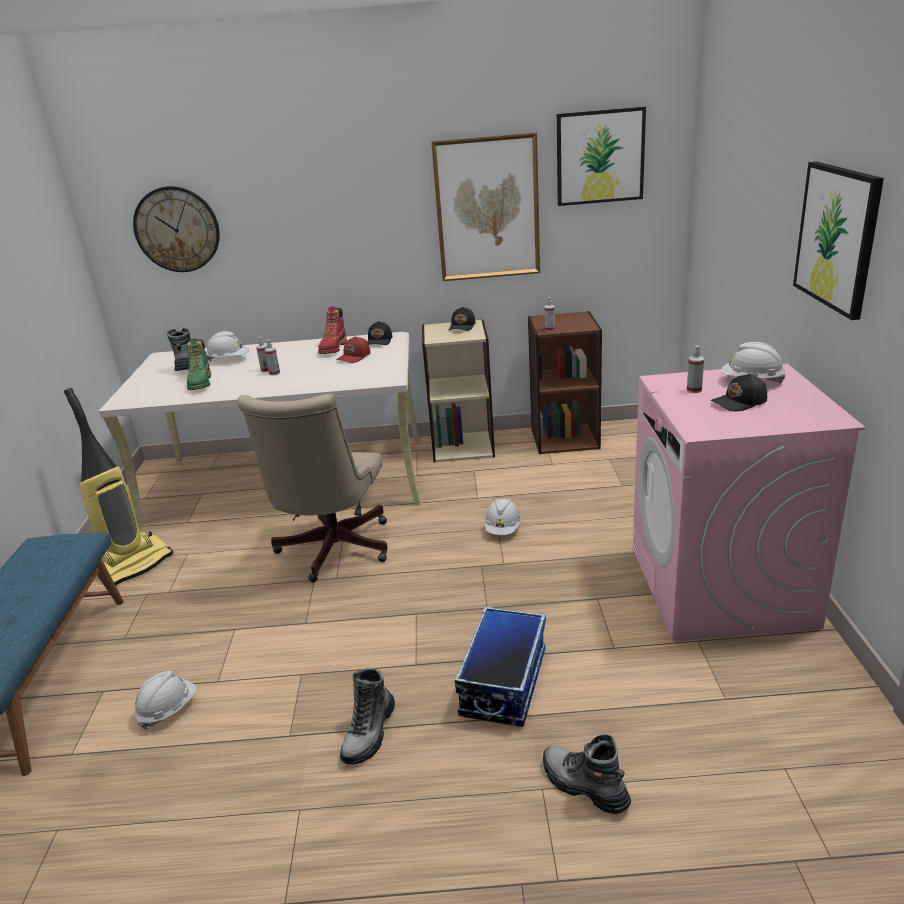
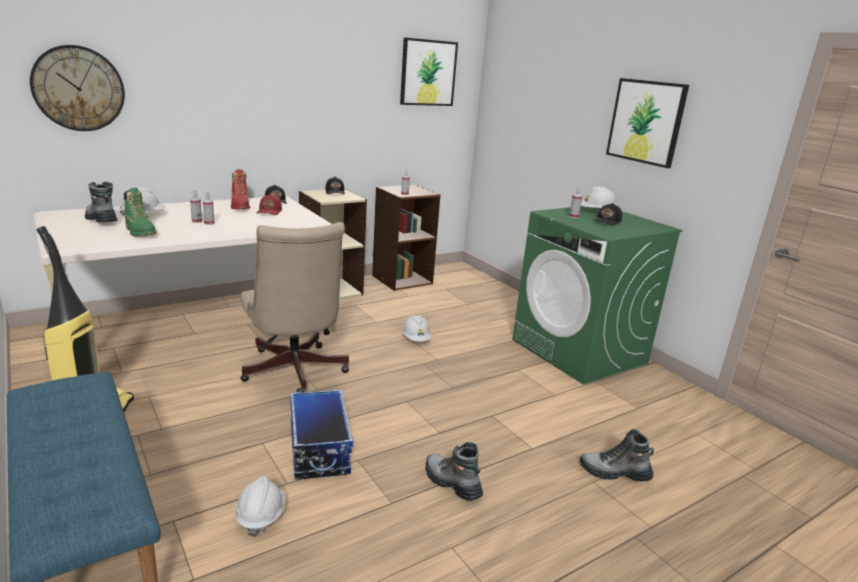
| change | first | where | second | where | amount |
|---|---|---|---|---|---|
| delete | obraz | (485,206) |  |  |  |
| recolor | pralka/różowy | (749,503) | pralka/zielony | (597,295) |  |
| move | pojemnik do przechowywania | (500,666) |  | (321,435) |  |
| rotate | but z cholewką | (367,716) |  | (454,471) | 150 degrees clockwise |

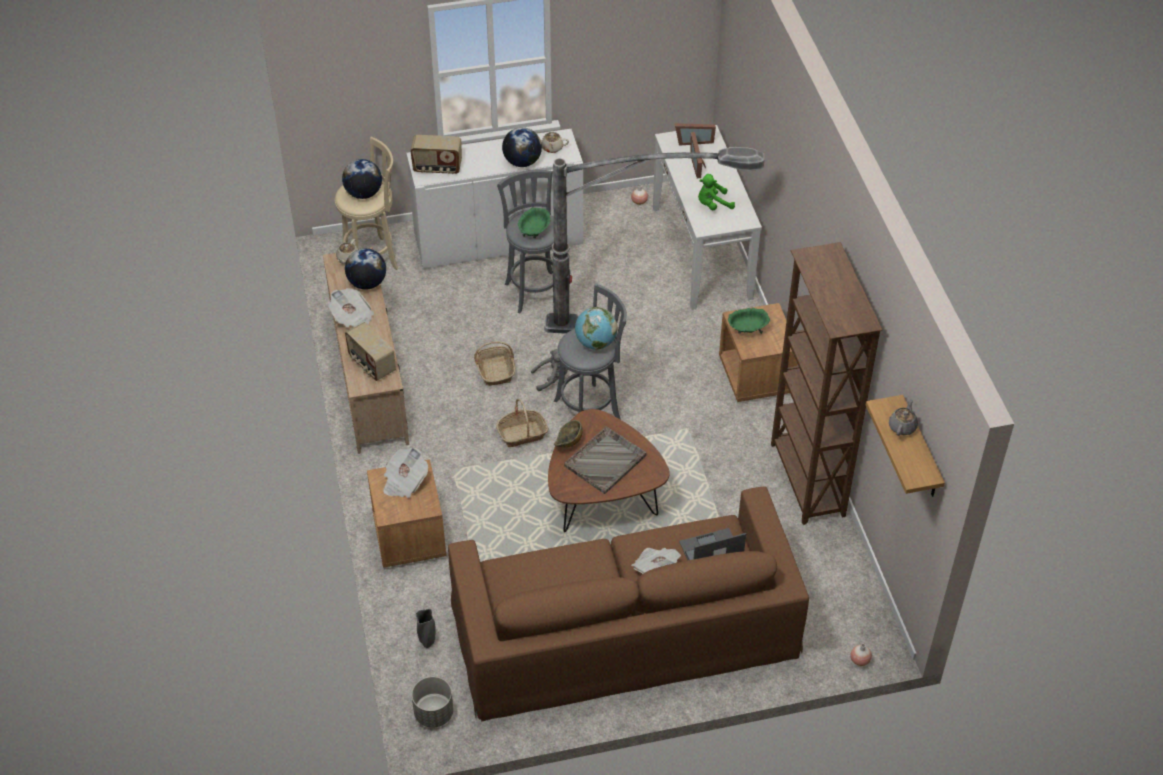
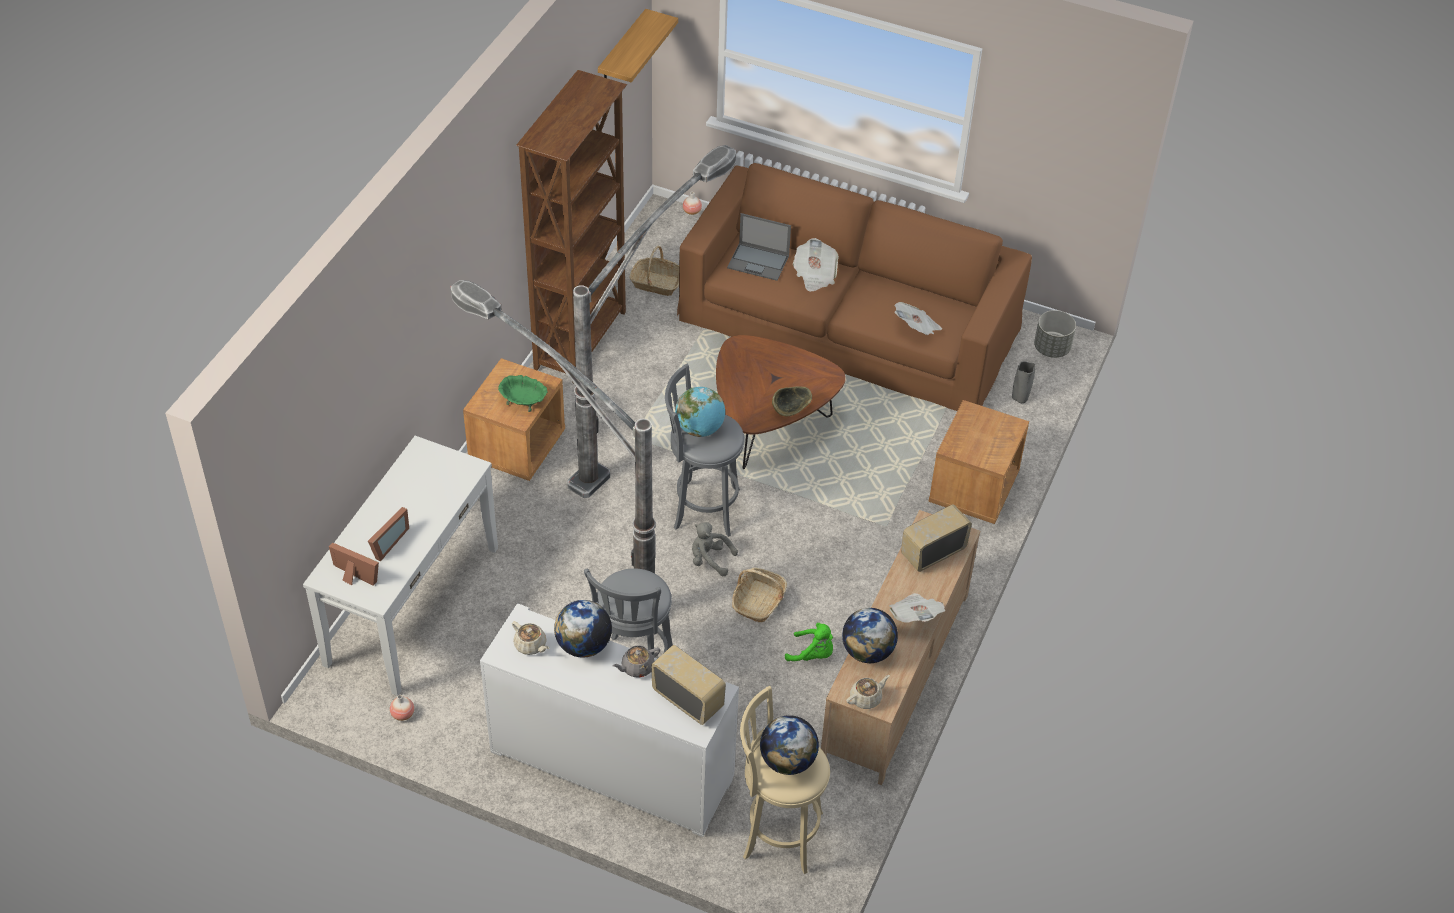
| change | first | where | second | where | amount |
|---|---|---|---|---|---|
| move | pluszak/zielony | (716,192) |  | (809,642) |  |
| delete | miska/zielony | (534,222) |  |  |  |
| rotate | radio | (370,351) |  | (936,538) | 120 degrees counterclockwise |
| move | koszyk | (522,422) |  | (654,271) |  |
| move | imbryk/szary | (903,417) |  | (636,661) |  |
| delete | taca/szary | (605,460) |  |  |  |
| move | gazeta | (405,473) |  | (918,318) |  |
| insert |  |  | lampa stojąca | (651,321) |  |

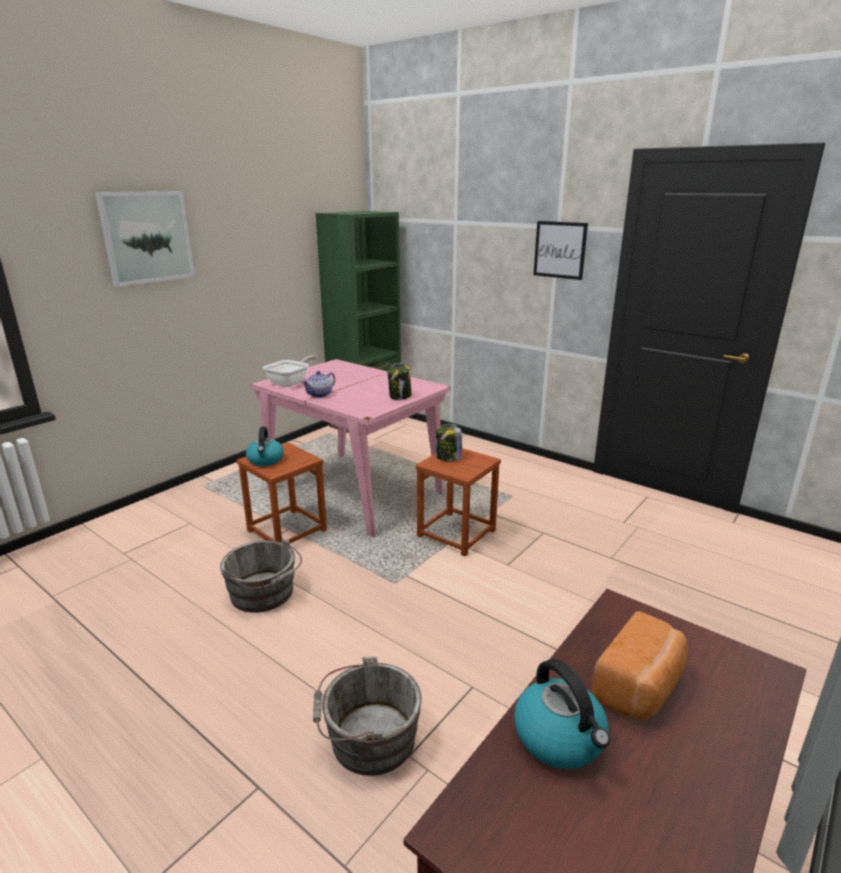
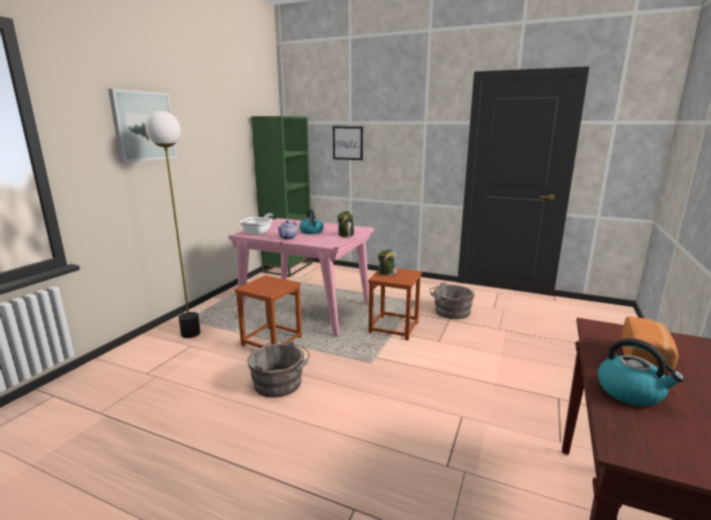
| change | first | where | second | where | amount |
|---|---|---|---|---|---|
| move | obraz | (560,250) |  | (348,143) |  |
| move | czajnik | (265,446) |  | (311,221) |  |
| move | wiadro/szary | (367,716) |  | (452,300) |  |
| insert |  |  | lampa stojąca | (173,224) |  |

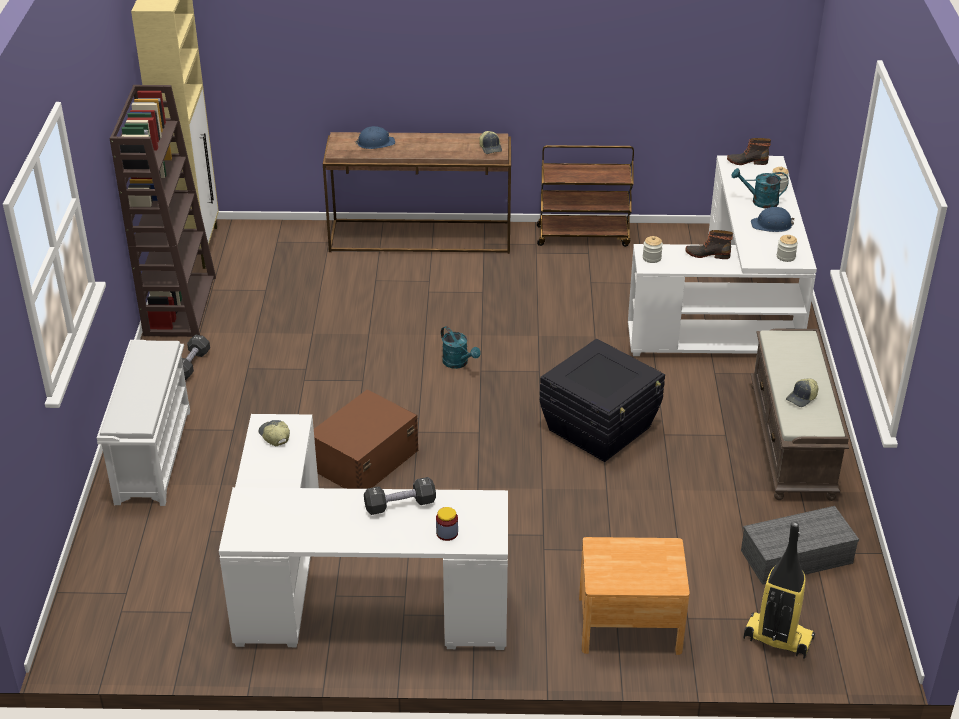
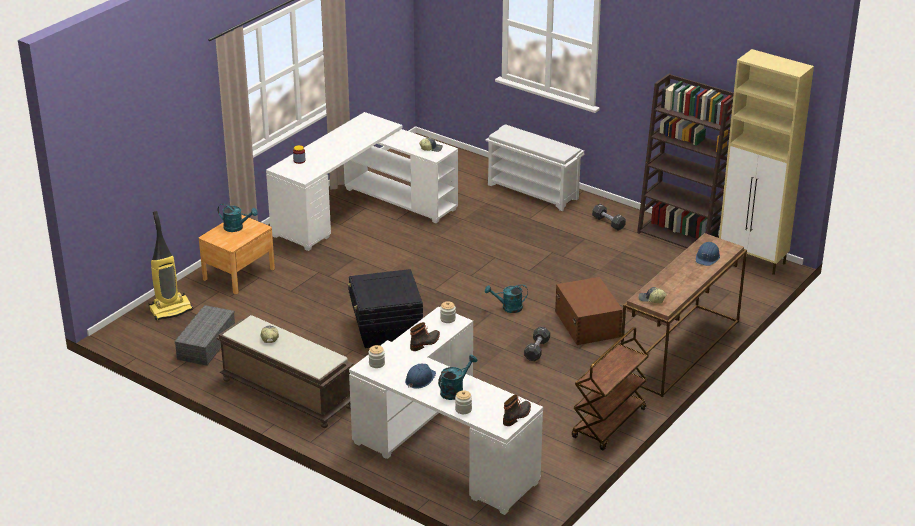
| change | first | where | second | where | amount |
|---|---|---|---|---|---|
| move | pojemnik do przechowywania/brązowy | (366,439) |  | (589,311) |  |
| move | hantel/czarny | (400,496) |  | (537,344) |  |
| insert |  |  | konewka/turkusowy | (238,217) |  |

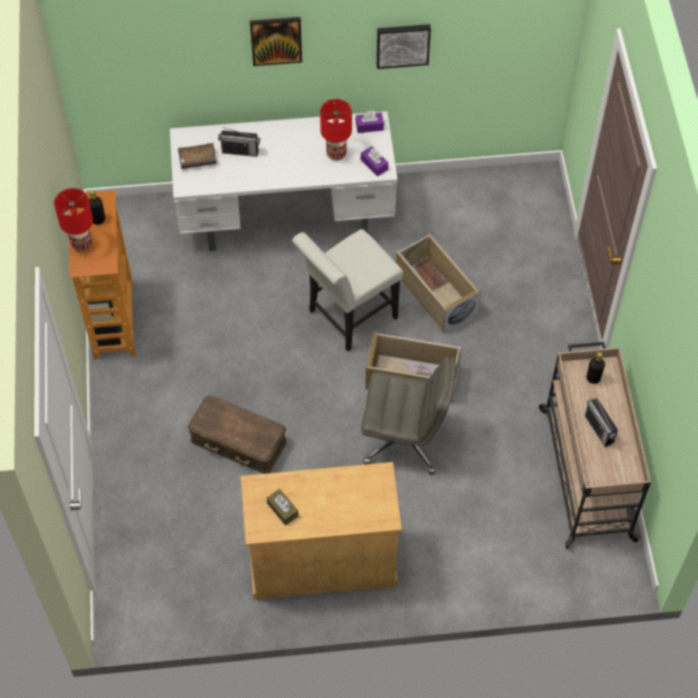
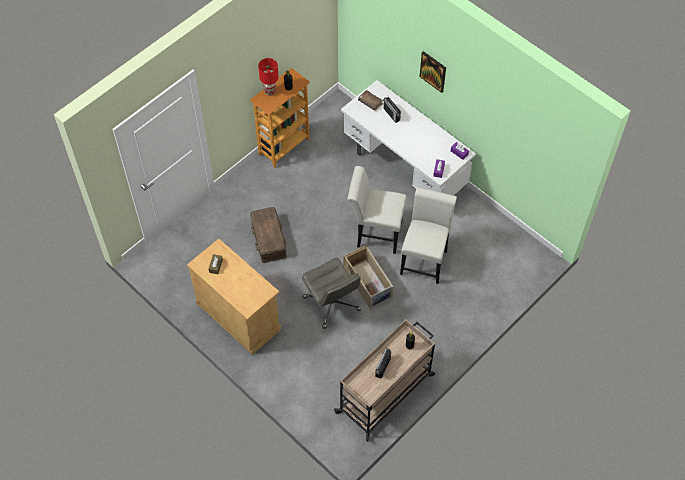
| change | first | where | second | where | amount |
|---|---|---|---|---|---|
| delete | obraz | (404,46) |  |  |  |
| delete | lampa stołowa/czerwony | (336,130) |  |  |  |
| replace | pojemnik do przechowywania/beżowy | (438,283) | krzesło/biały | (428,235) |  |

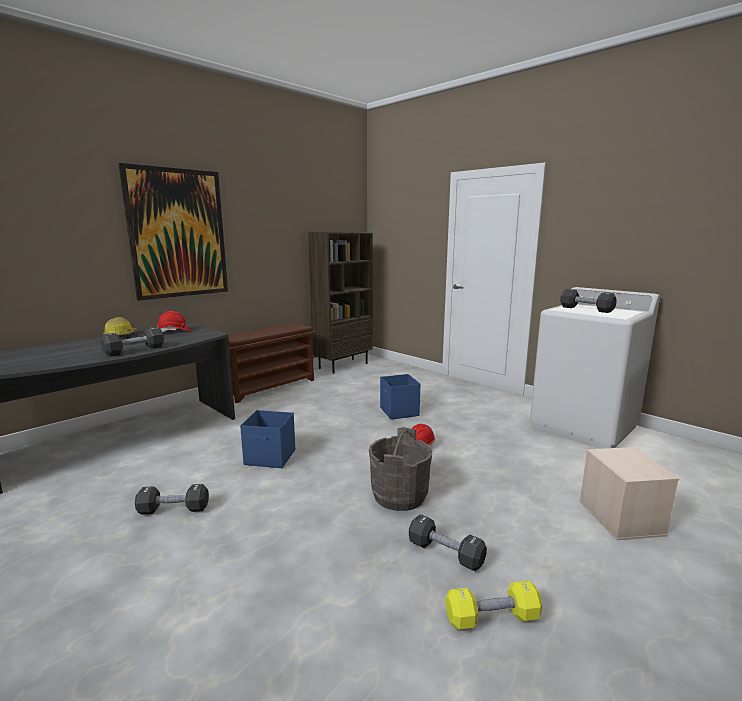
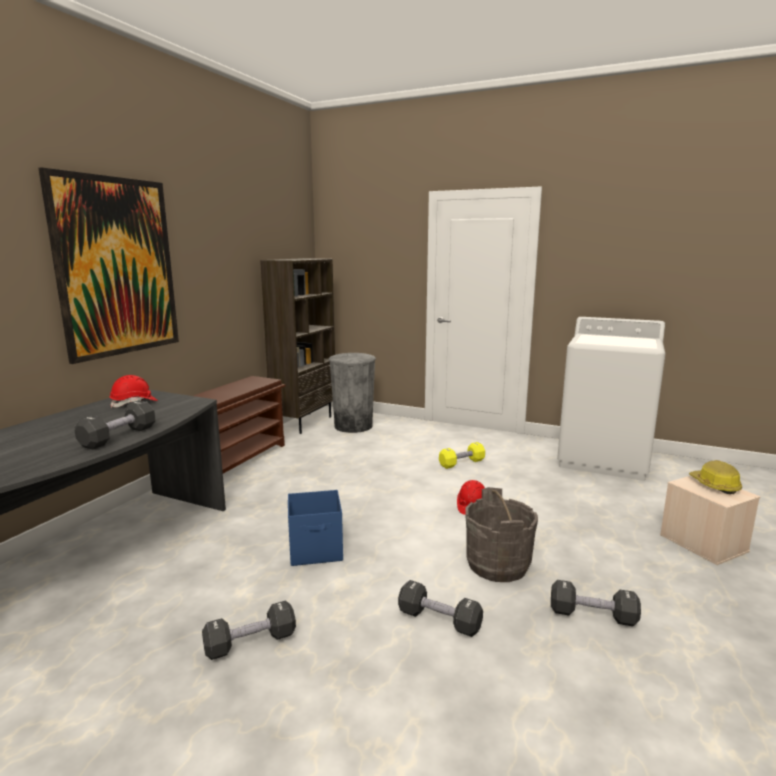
| change | first | where | second | where | amount |
|---|---|---|---|---|---|
| move | hantel/czarny | (588,301) |  | (440,608) |  |
| move | kask | (119,327) |  | (715,477) |  |
| delete | pojemnik do przechowywania/niebieski | (400,397) |  |  |  |
| move | hantel/żółty | (494,604) |  | (462,455) |  |
| insert |  |  | kosz na śmieci/szary | (352,393) |  |

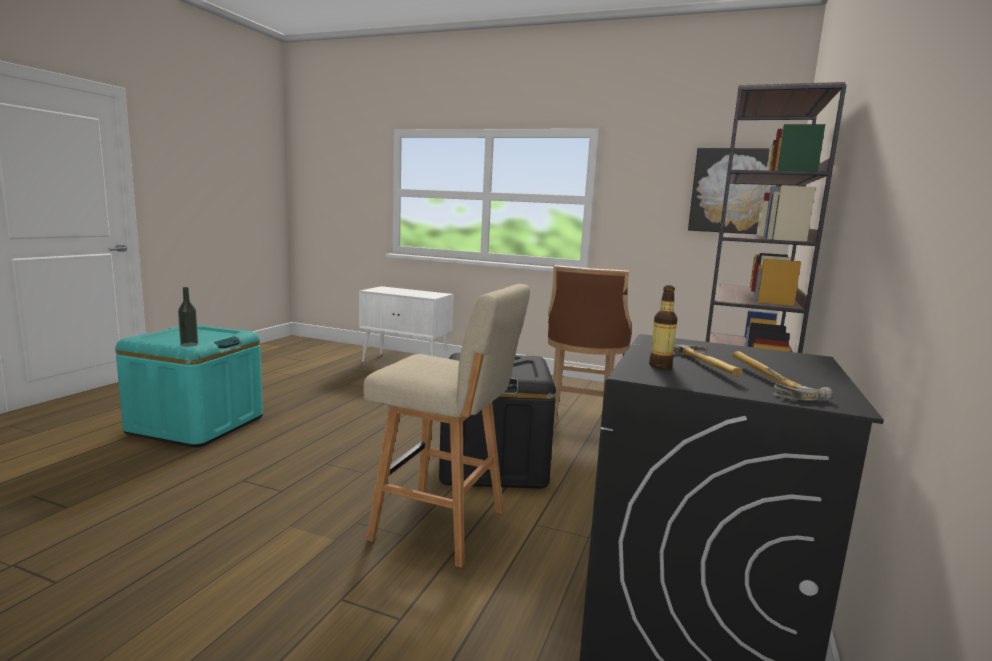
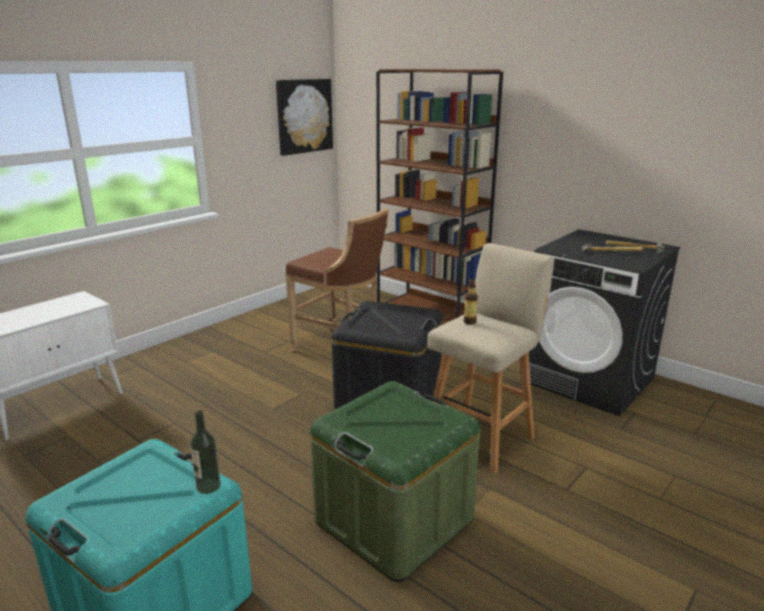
| change | first | where | second | where | amount |
|---|---|---|---|---|---|
| move | butelka | (663,327) |  | (471,302) |  |
| insert |  |  | pojemnik do przechowywania/zielony | (395,481) |  |

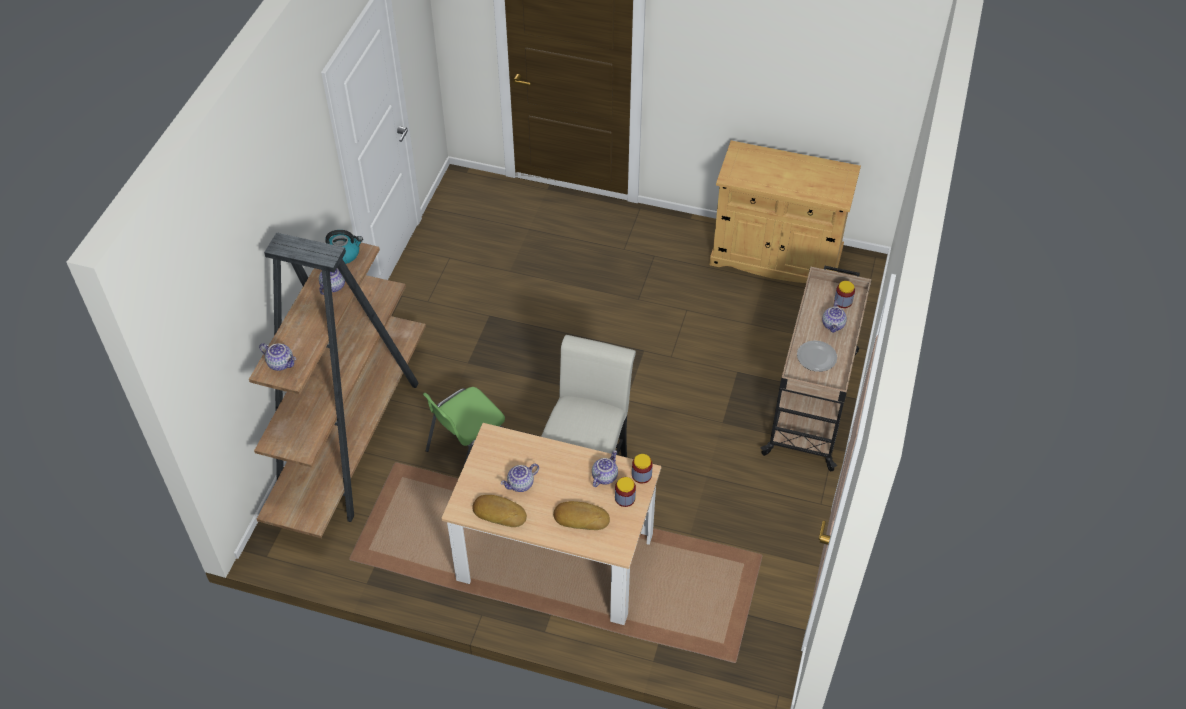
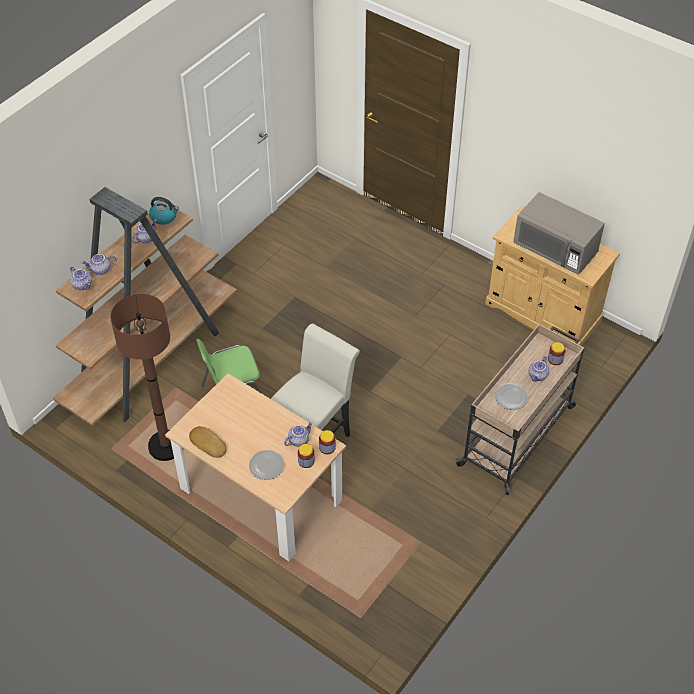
| change | first | where | second | where | amount |
|---|---|---|---|---|---|
| move | imbryk | (520,477) |  | (99,264) |  |
| replace | chleb | (581,515) | talerz | (267,465) |  |
| insert |  |  | mikrofalówka/szary | (559,233) |  |
| insert |  |  | lampa stojąca/brązowy | (142,377) |  |

